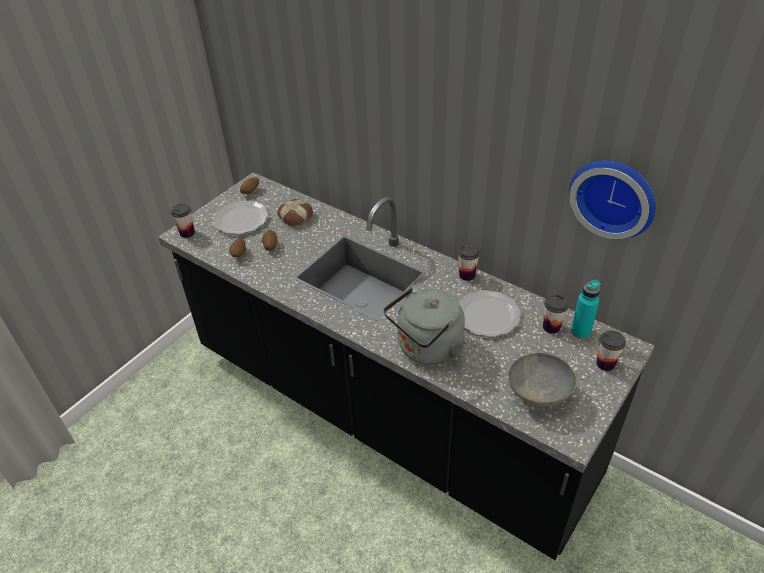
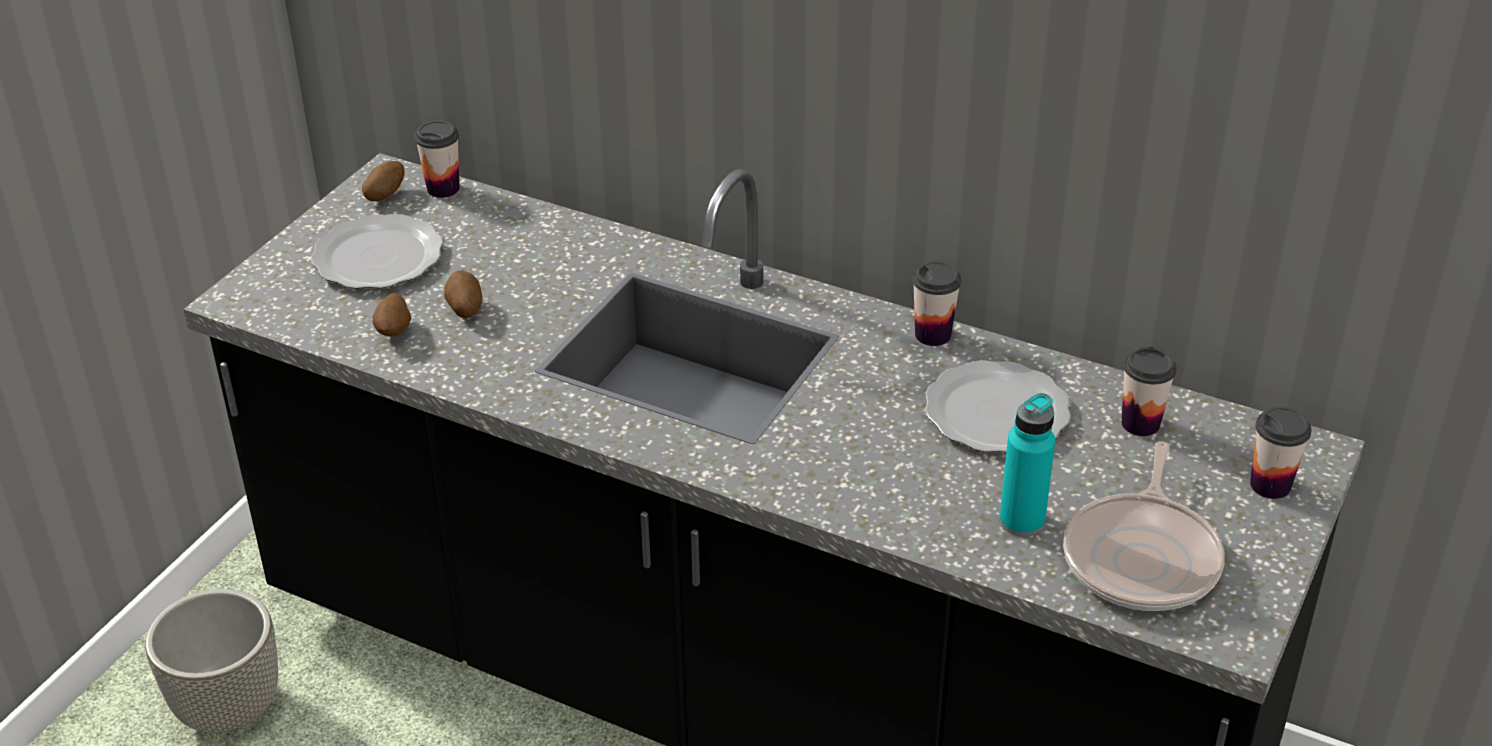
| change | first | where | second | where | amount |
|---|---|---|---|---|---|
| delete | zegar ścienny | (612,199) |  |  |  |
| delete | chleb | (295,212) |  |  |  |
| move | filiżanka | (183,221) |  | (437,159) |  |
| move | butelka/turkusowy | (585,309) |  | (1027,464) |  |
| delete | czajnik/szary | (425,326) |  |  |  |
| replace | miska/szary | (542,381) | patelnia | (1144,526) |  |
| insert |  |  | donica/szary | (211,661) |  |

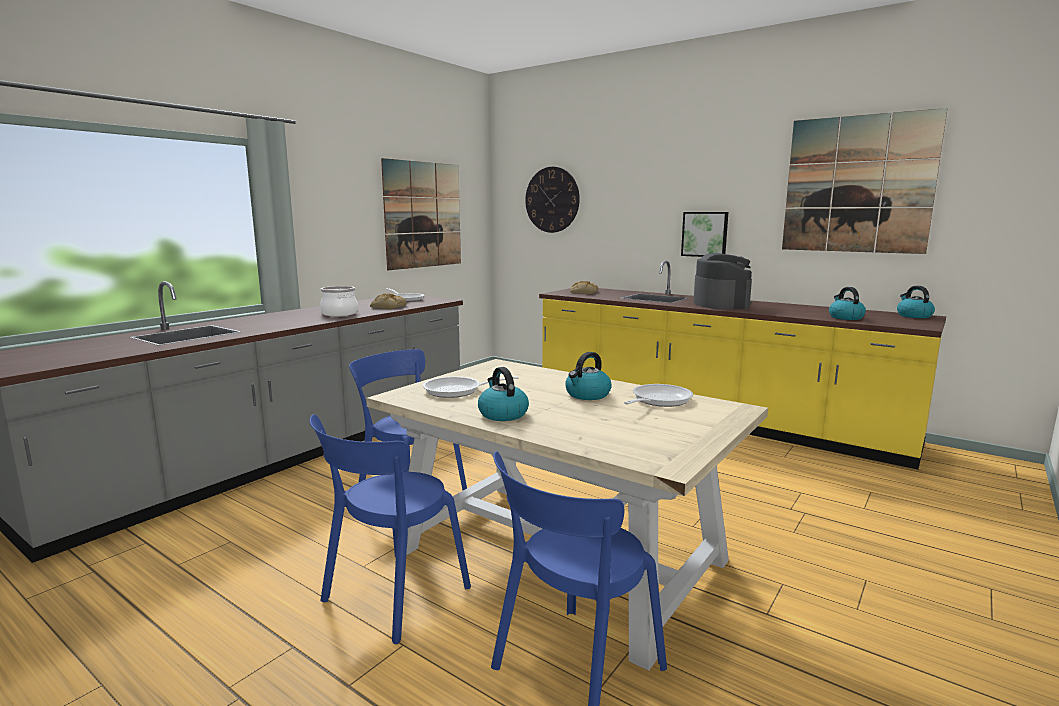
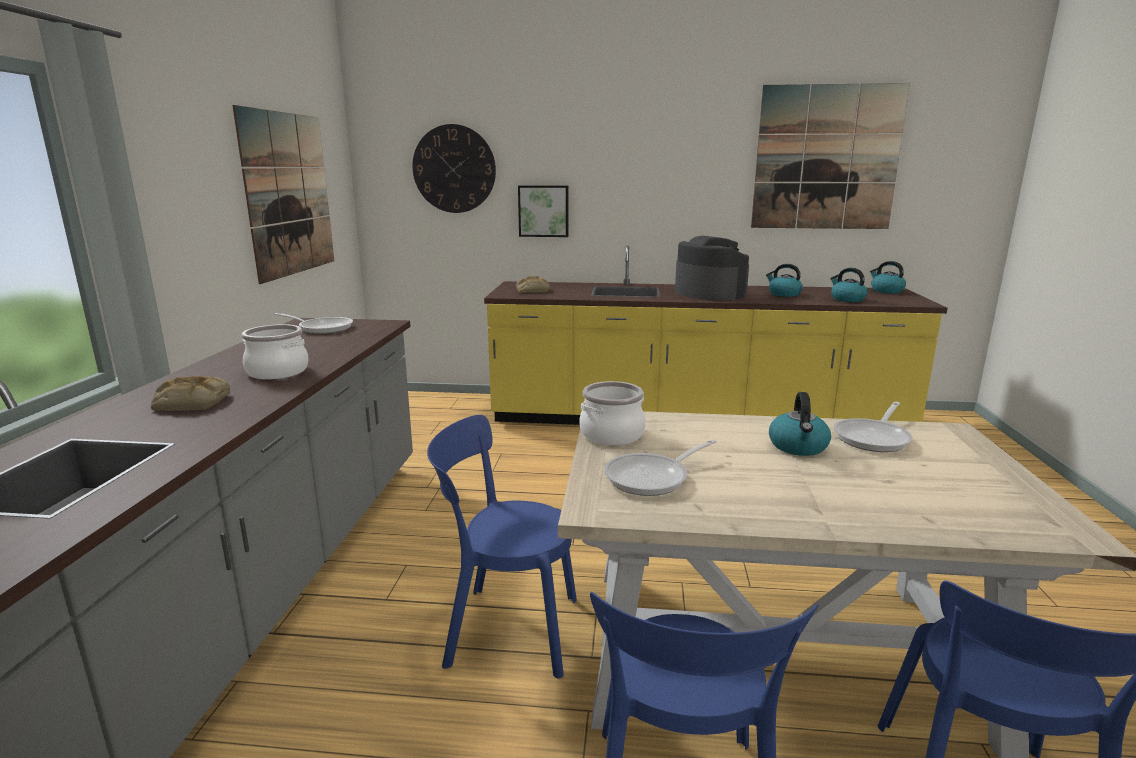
| change | first | where | second | where | amount |
|---|---|---|---|---|---|
| move | obraz | (704,234) |  | (543,211) |  |
| move | chleb | (388,301) |  | (190,393) |  |
| move | czajnik | (503,394) |  | (784,280) |  |
| rotate | patelnia | (658,395) |  | (873,427) | 150 degrees counterclockwise |
| insert |  |  | garnek | (612,413) |  |

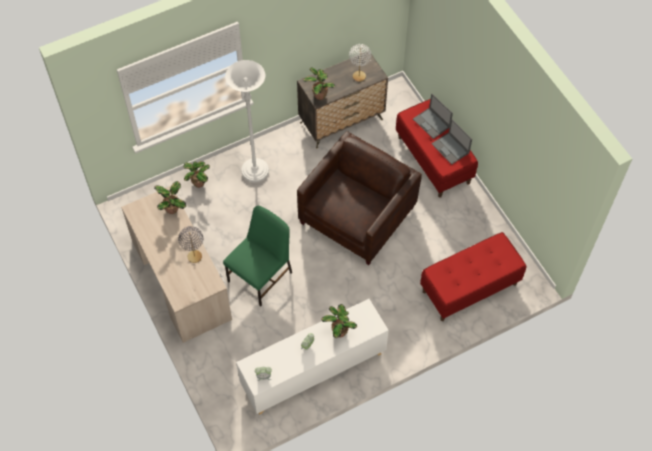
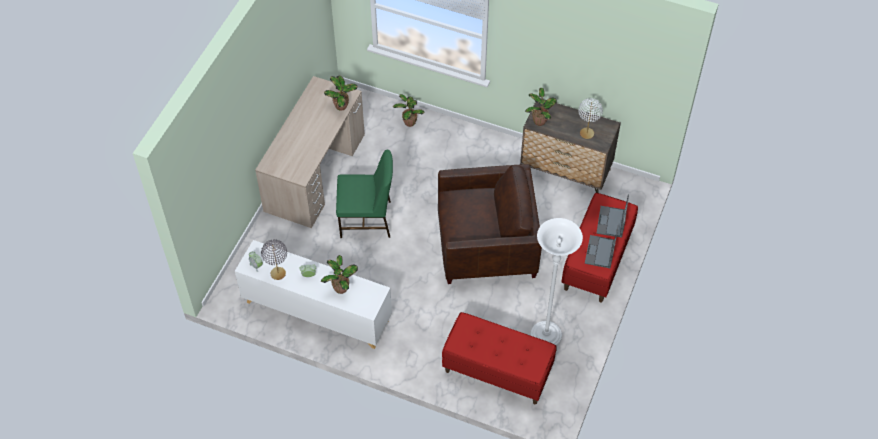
| change | first | where | second | where | amount |
|---|---|---|---|---|---|
| move | lampa stojąca/biały | (247,121) |  | (556,282) |  |
| move | lampa stołowa/szary | (190,244) |  | (274,259) |  |

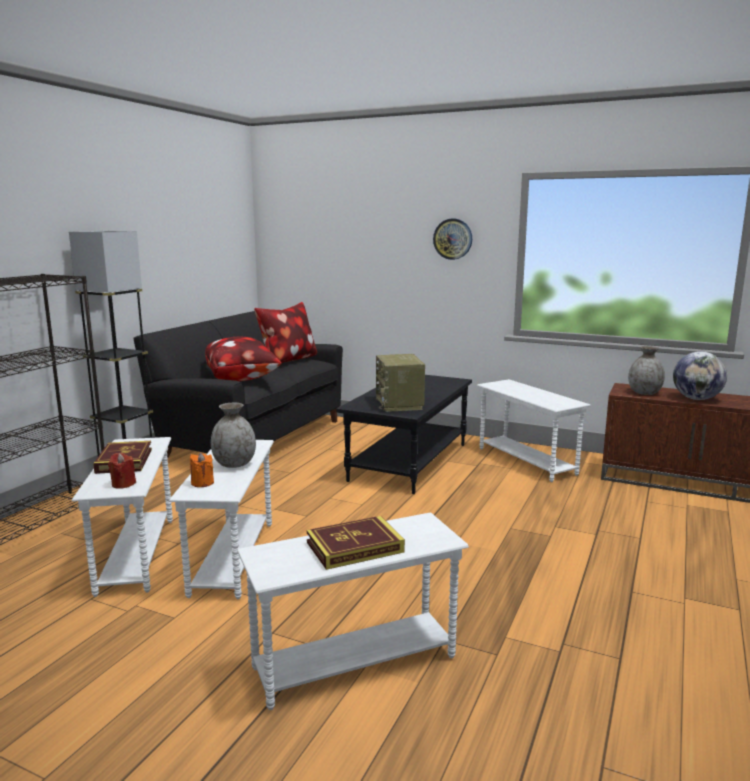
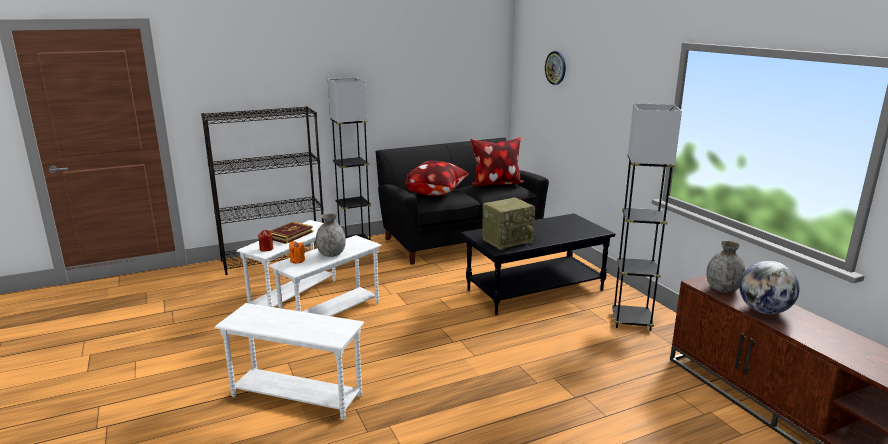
| change | first | where | second | where | amount |
|---|---|---|---|---|---|
| move | zegar ścienny | (452,239) |  | (555,68) |  |
| rotate | radio | (400,383) |  | (509,223) | 150 degrees counterclockwise |
| replace | stolik/biały | (534,430) | lampa stojąca/szary | (647,217) |  |
| delete | książka | (356,543) |  |  |  |

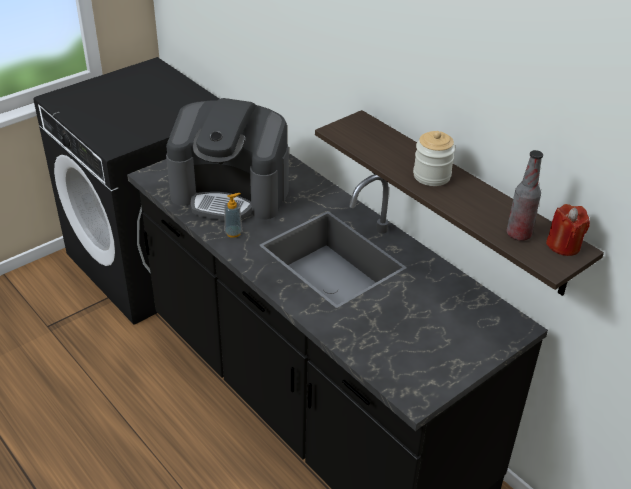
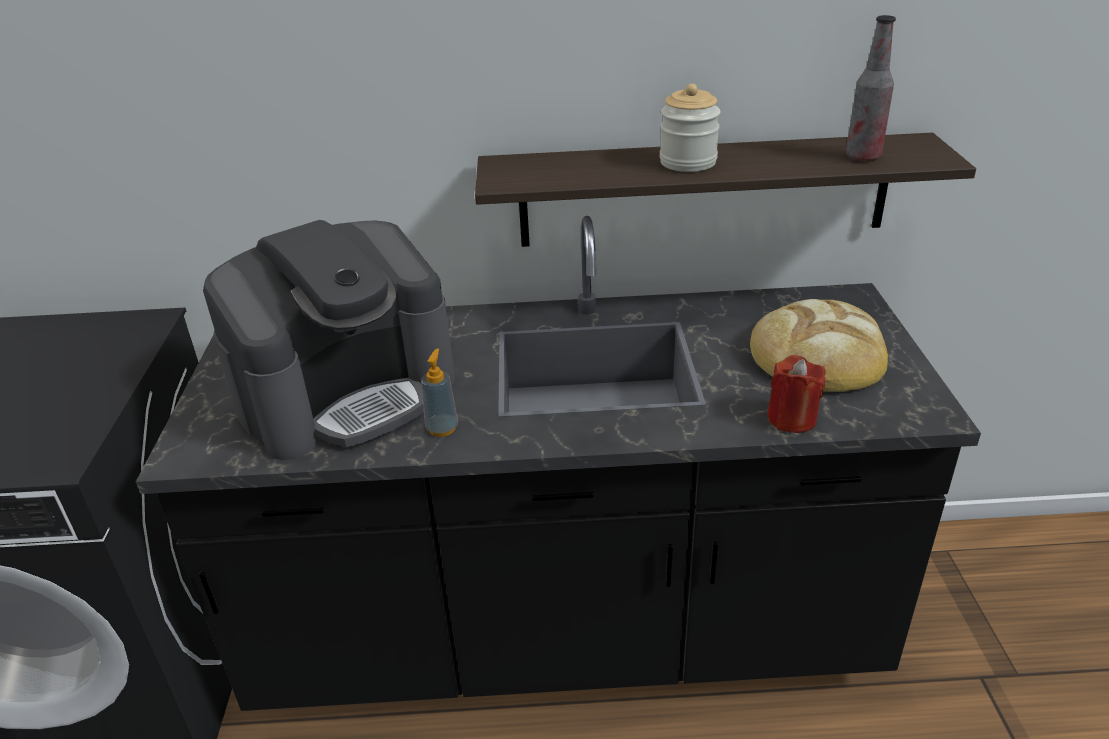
| change | first | where | second | where | amount |
|---|---|---|---|---|---|
| move | świeca/czerwony | (568,230) |  | (796,394) |  |
| insert |  |  | chleb | (819,345) |  |

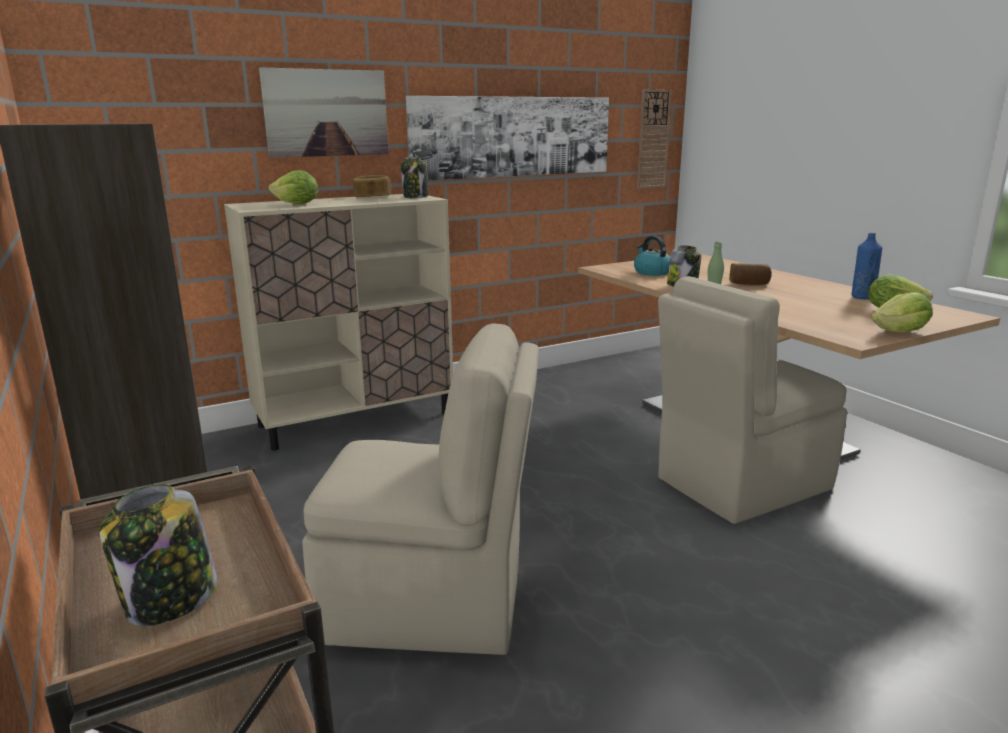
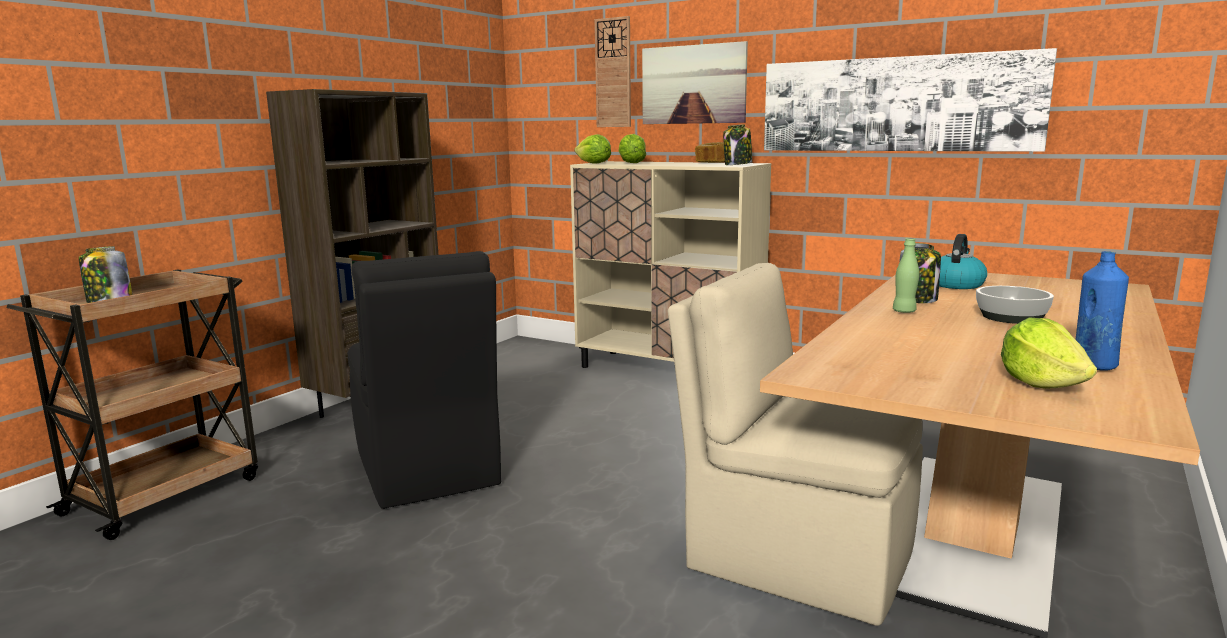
| change | first | where | second | where | amount |
|---|---|---|---|---|---|
| move | zegar ścienny | (654,139) |  | (613,71) |  |
| replace | chleb | (750,274) | miska | (1015,305) |  |
| move | sałata | (902,312) |  | (593,149) |  |
| recolor | krzesło/beżowy | (420,489) | krzesło/czarny | (424,380) |  |

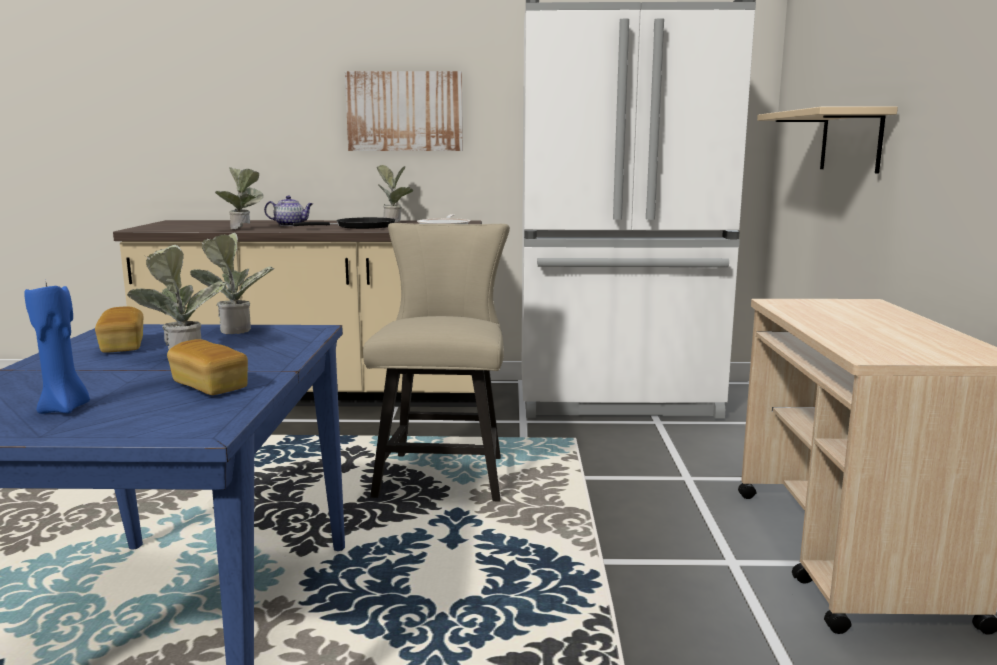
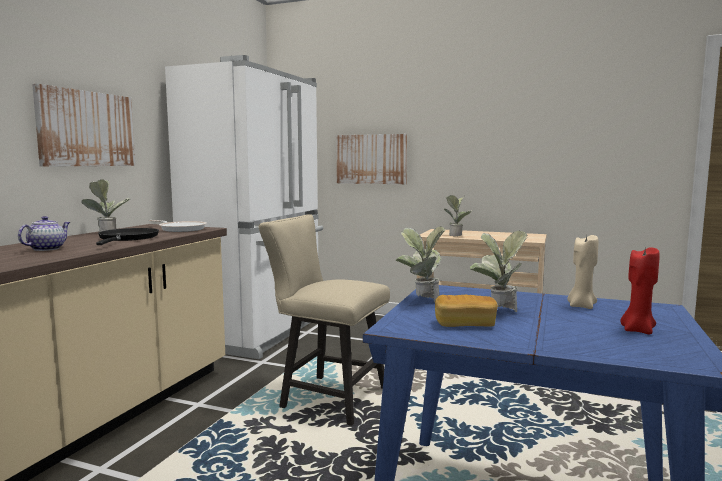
| change | first | where | second | where | amount |
|---|---|---|---|---|---|
| replace | półka/beżowy | (827,140) | obraz | (371,159) |  |
| move | roślina doniczkowa | (239,198) |  | (458,215) |  |
| recolor | świeca/niebieski | (57,348) | świeca/czerwony | (640,290) |  |
| replace | chleb | (207,367) | świeca/beżowy | (582,272) |  |

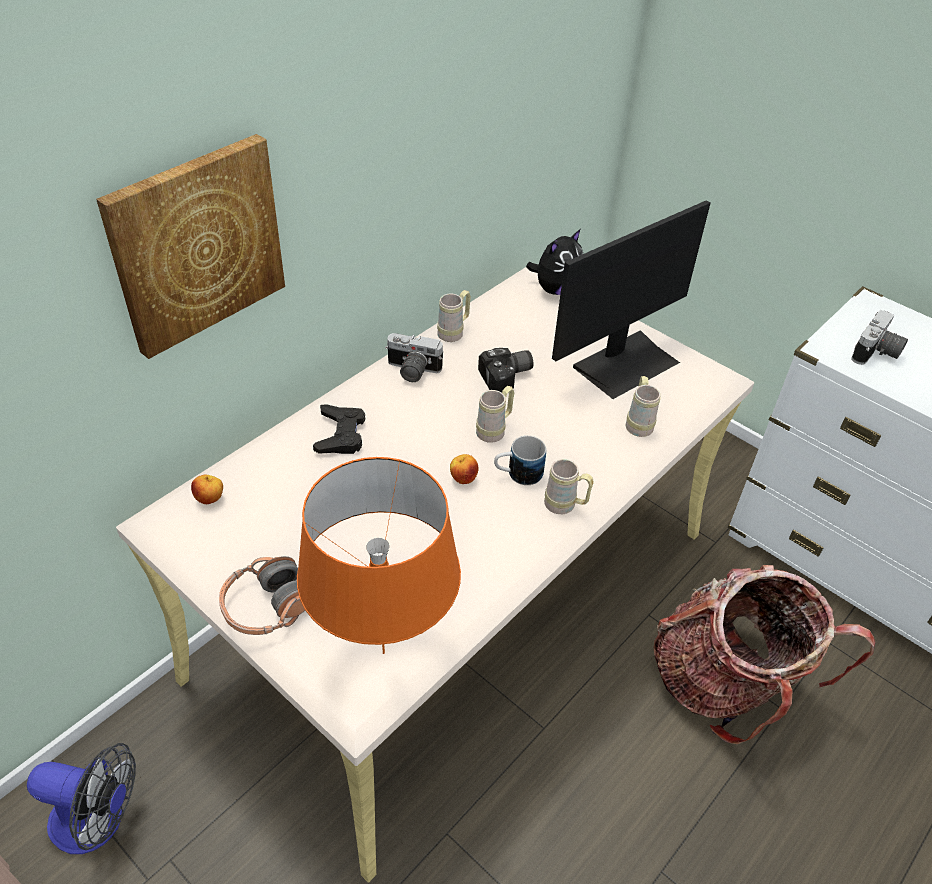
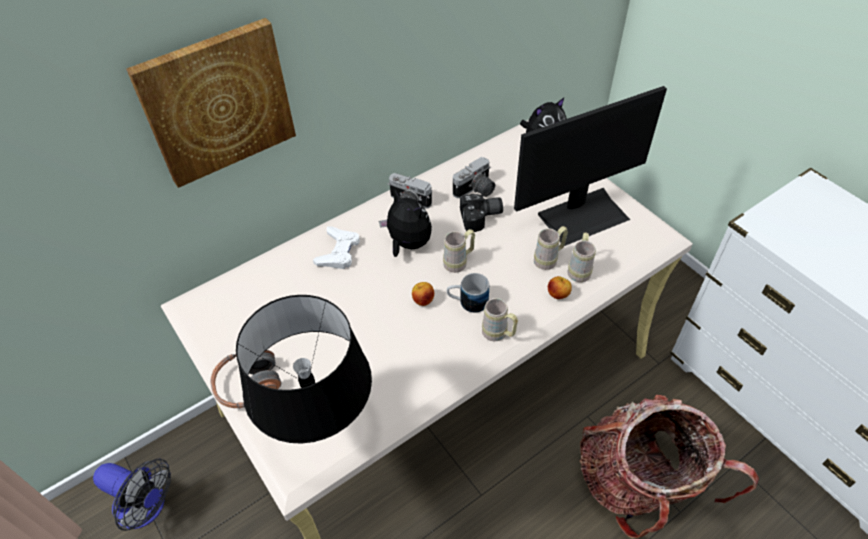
| change | first | where | second | where | amount |
|---|---|---|---|---|---|
| move | kubek/beżowy | (454,316) |  | (551,248) |  |
| move | aparat fotograficzny | (879,337) |  | (474,177) |  |
| recolor | pad do gier/czarny | (339,429) | pad do gier/biały | (336,247) |  |
| recolor | lampa stołowa/pomarańczowy | (379,555) | lampa stołowa/czarny | (304,369) |  |
| move | jabłko | (207,489) |  | (560,287) |  |
| insert |  |  | pluszak | (405,223) |  |

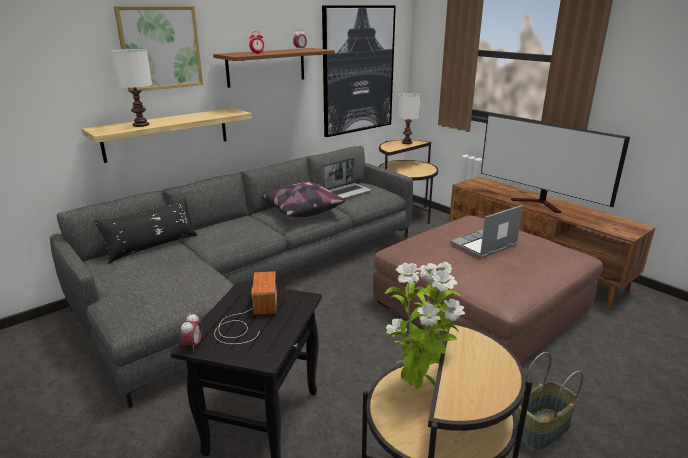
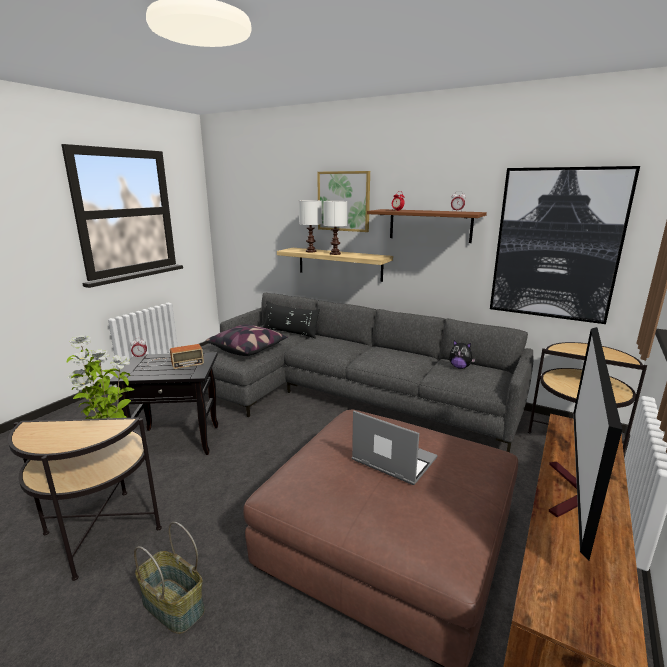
| change | first | where | second | where | amount |
|---|---|---|---|---|---|
| move | lampa stołowa/biały | (409,118) |  | (335,228) |  |
| replace | laptop | (347,178) | pluszak | (462,354) |  |
| move | poduszka | (303,199) |  | (247,340) |  |

